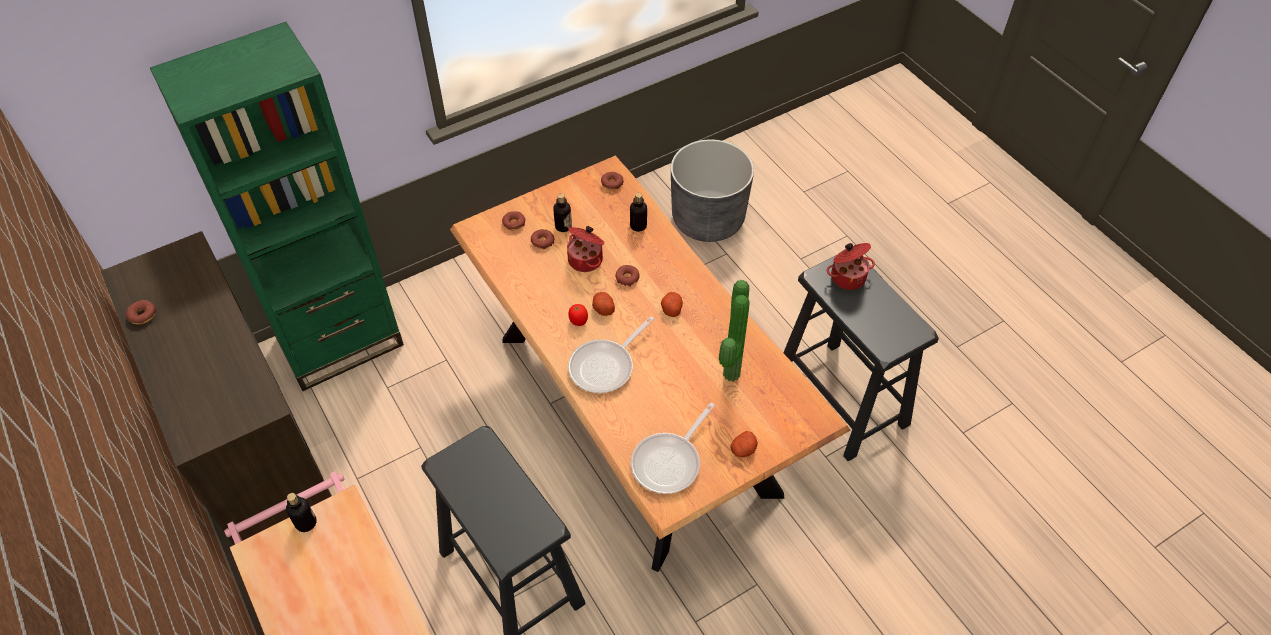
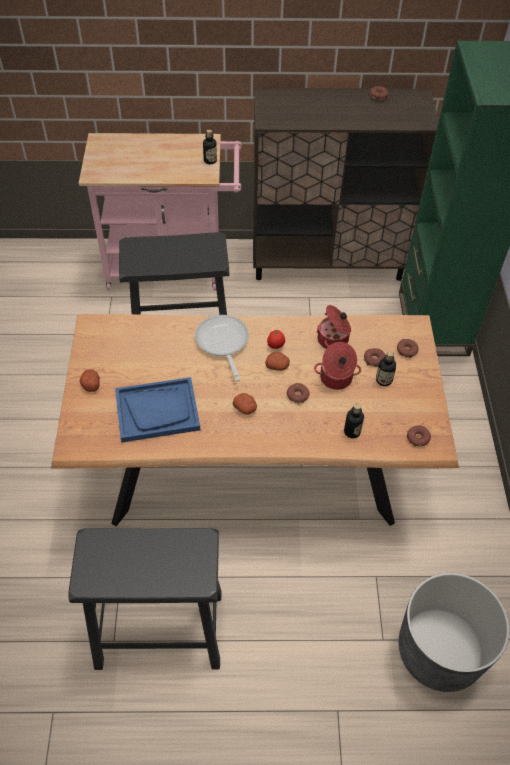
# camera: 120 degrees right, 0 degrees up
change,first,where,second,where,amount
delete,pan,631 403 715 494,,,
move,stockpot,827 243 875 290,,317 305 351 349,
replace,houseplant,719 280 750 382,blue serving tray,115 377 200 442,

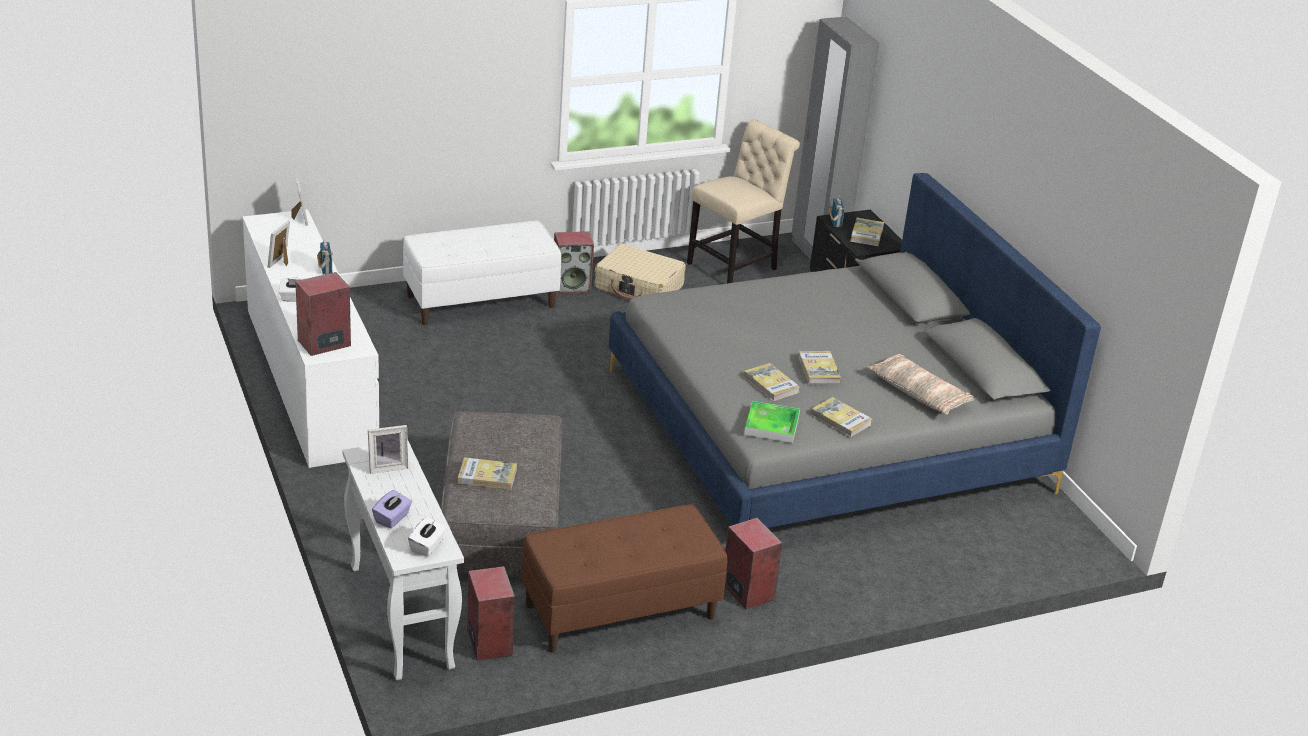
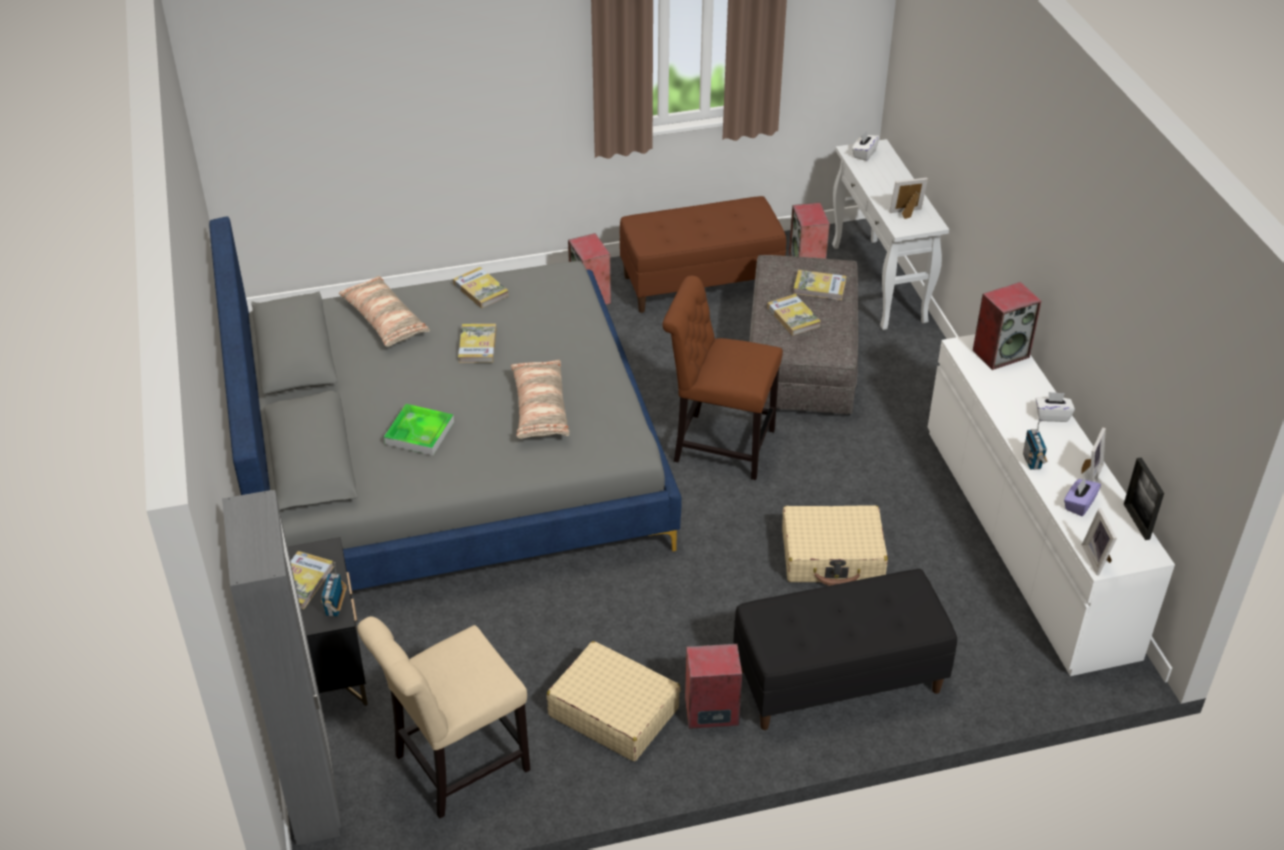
# camera: 170 degrees left, 10 degrees up
change,first,where,second,where,amount
insert,,,throw pillow,511 360 570 439,
insert,,,brown-coloured chair,663 276 783 480,
insert,,,sand-coloured travel case,782 505 888 586,
insert,,,photo frame,1124 457 1164 540,
move,purple box of tissues,372 490 412 529,,1064 478 1101 516,
move,book,743 363 800 401,,767 294 821 336,
move,serving tray,744 401 800 443,,384 404 454 456,
recolor,white-coloured indoor bench,403 221 561 325,black-coloured indoor bench,733 569 957 730,

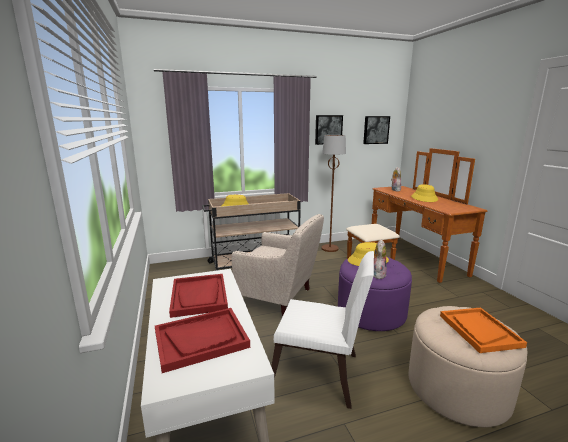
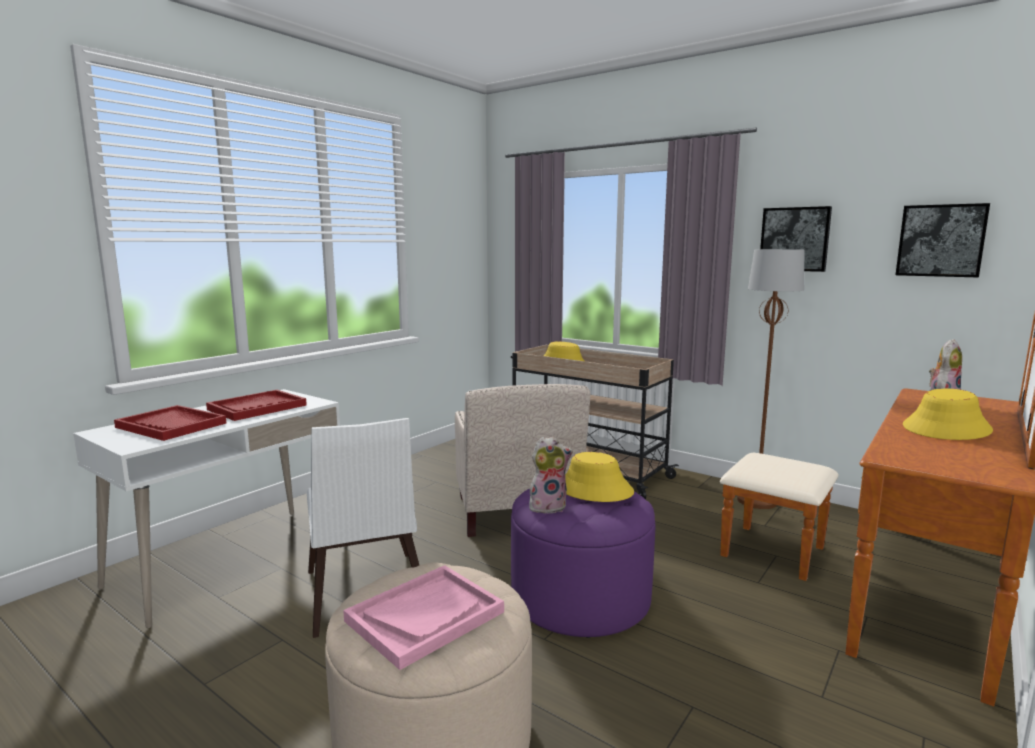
# camera: 55 degrees right, 5 degrees down
change,first,where,second,where,amount
recolor,orange-coloured serving tray,440 308 527 353,pink-coloured serving tray,343 565 504 670,

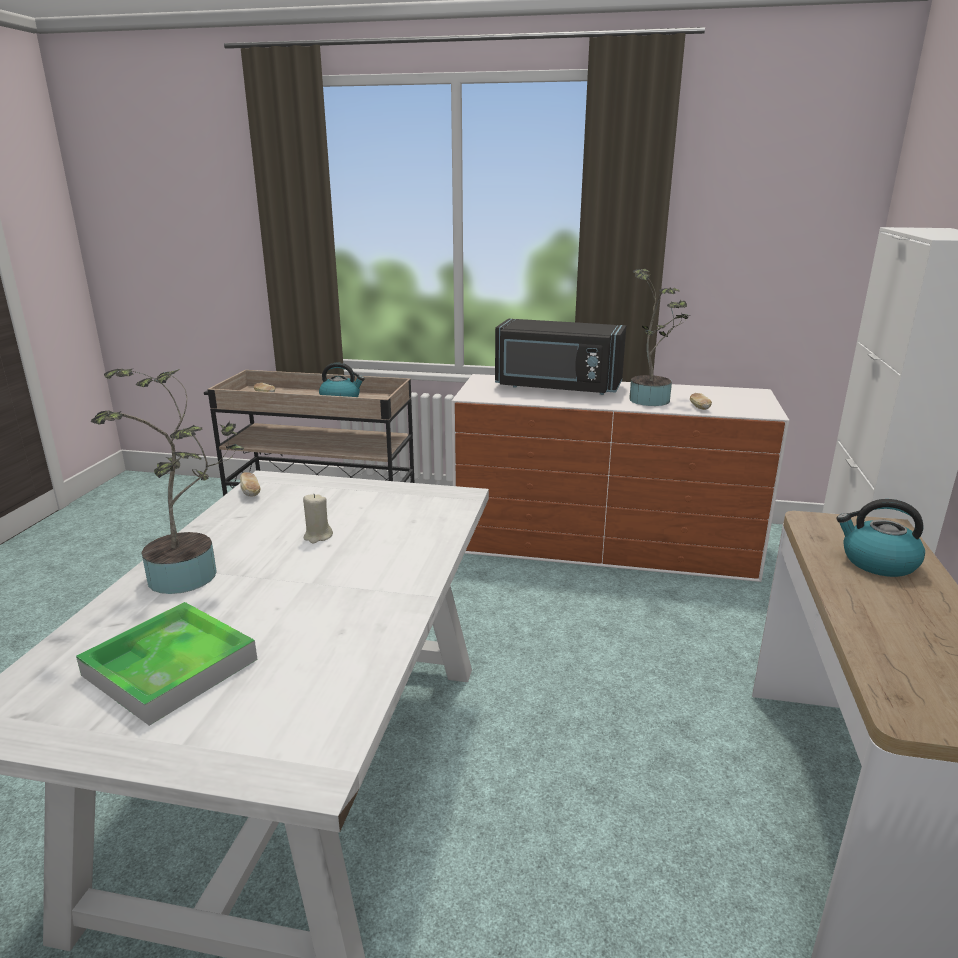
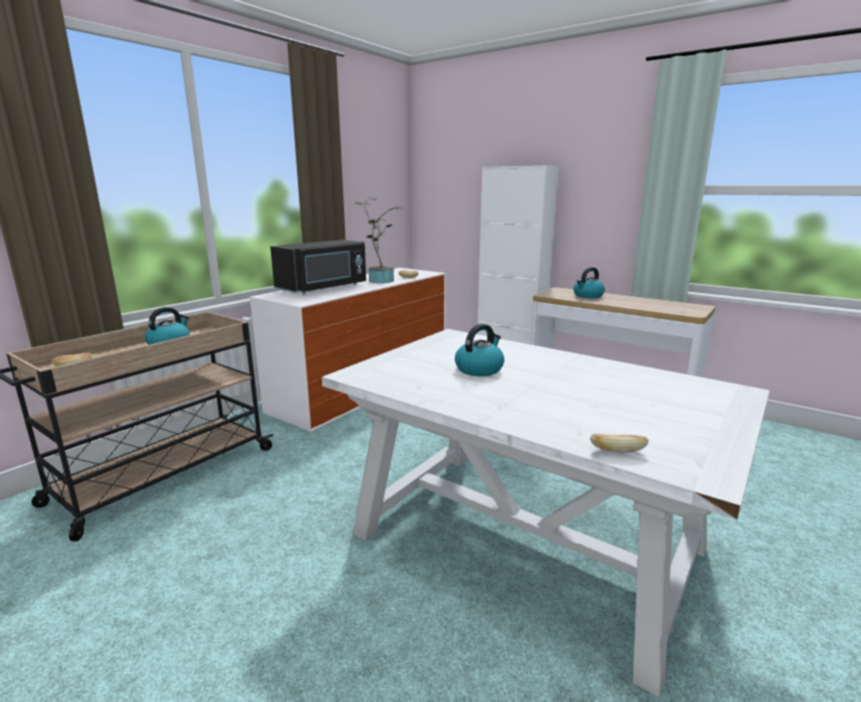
# camera: 65 degrees left, 5 degrees down
change,first,where,second,where,amount
delete,serving tray,76 602 258 726,,,
delete,houseplant,91 369 244 594,,,
move,baked bread,240 472 260 496,,590 434 649 453,
replace,sand-coloured wax candle,303 494 333 543,tea kettle,455 324 504 376,

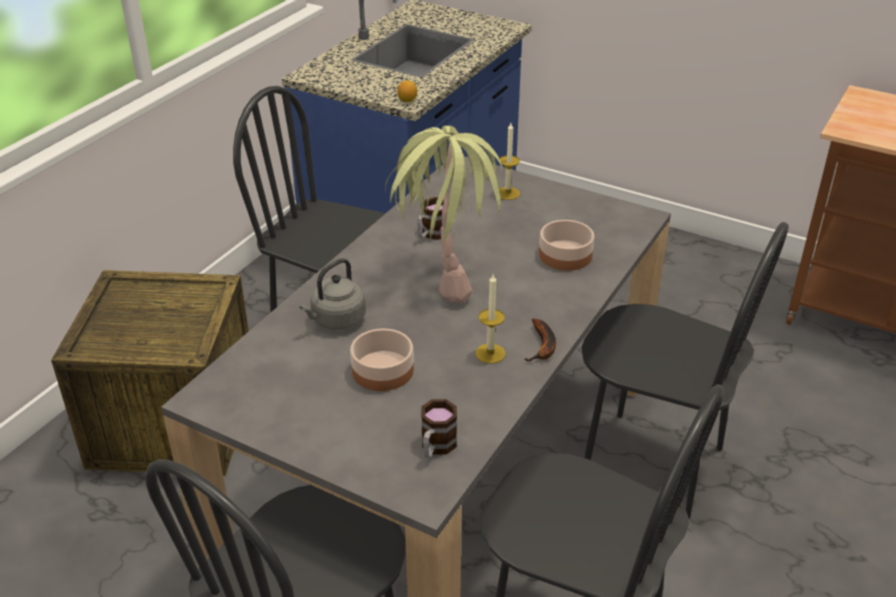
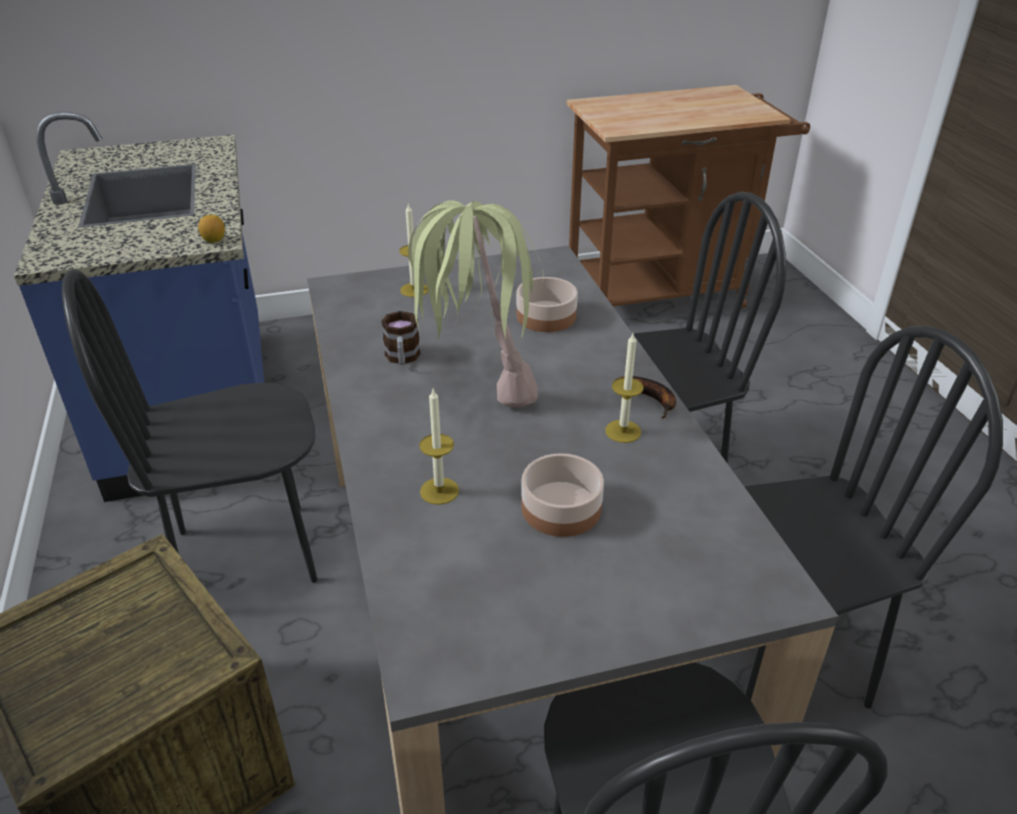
# camera: 45 degrees left, 0 degrees up
change,first,where,second,where,amount
delete,coffee mug,421 399 457 458,,,
replace,gray tea kettle,299 258 366 330,wax candle,419 389 459 505,

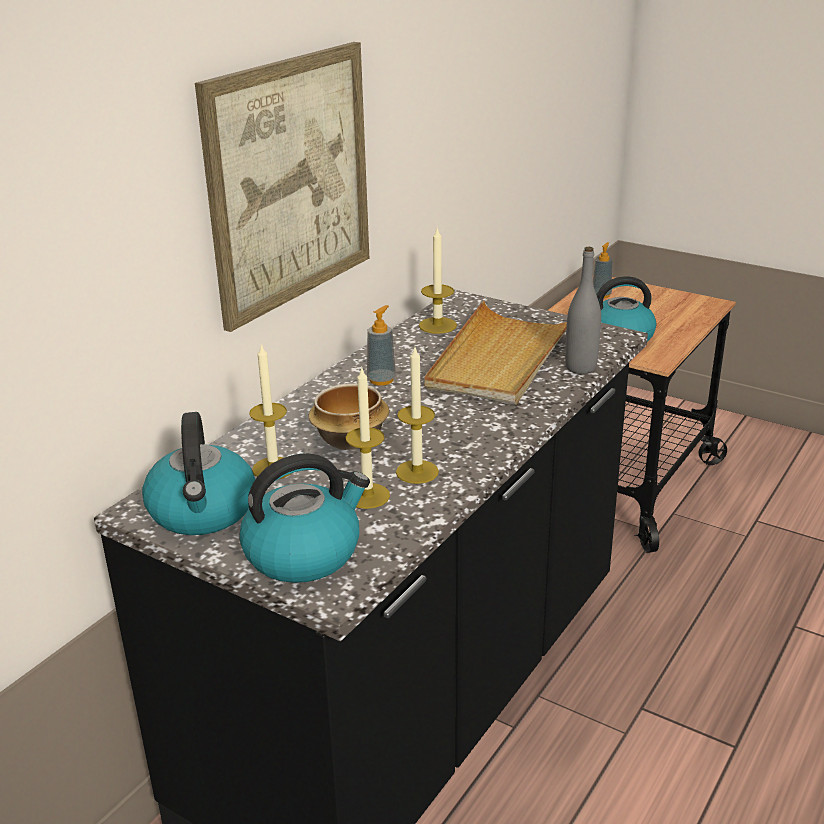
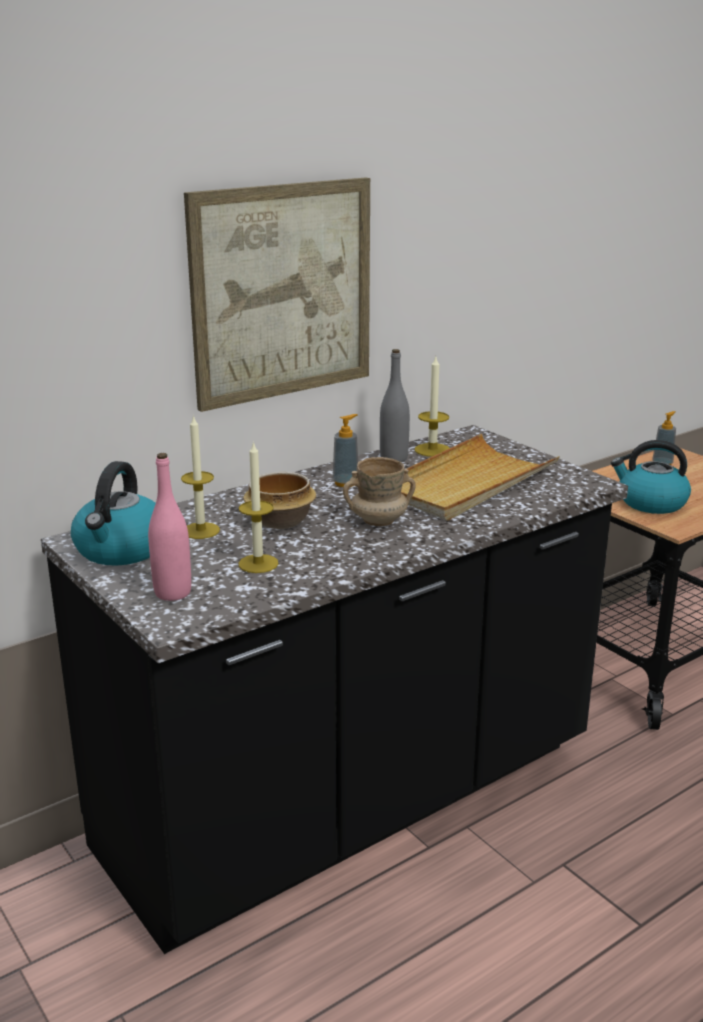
# camera: 20 degrees right, 5 degrees down
change,first,where,second,where,amount
delete,wax candle,396 345 439 484,,,
insert,,,sand-coloured coffee mug,343 457 416 526,
move,gray drink bottle,565 247 601 374,,380 349 410 462,
replace,tea kettle,239 453 370 583,pink-coloured drink bottle,148 453 191 601,

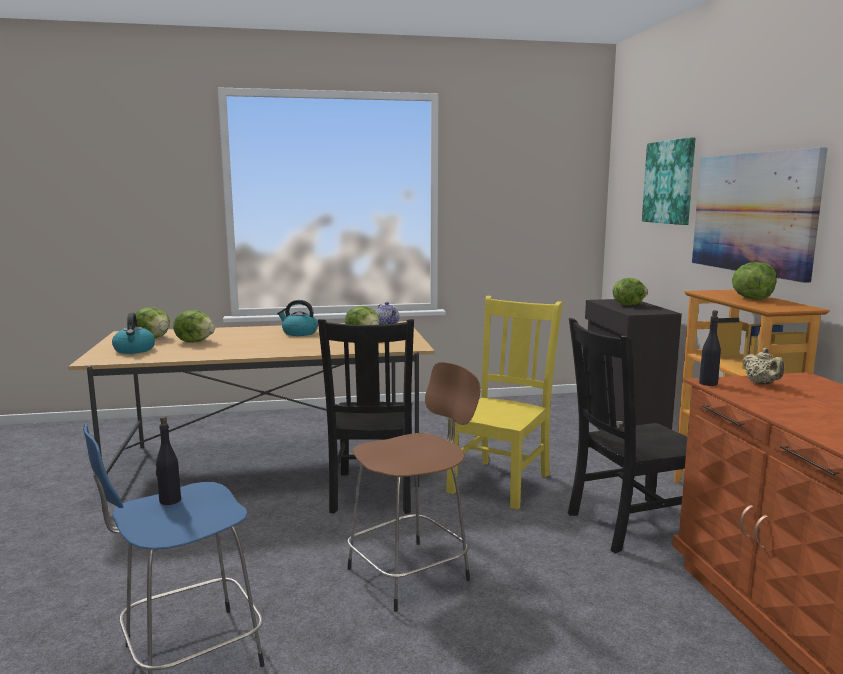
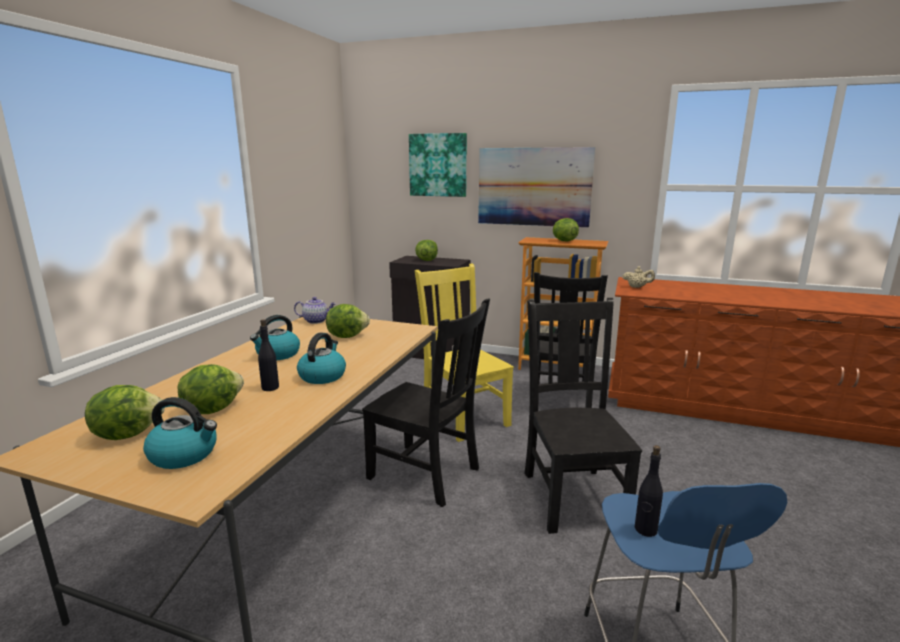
# camera: 60 degrees left, 5 degrees up
change,first,where,second,where,amount
insert,,,tea kettle,297 333 346 384,
move,black-coloured drink bottle,699 310 721 386,,258 319 279 391,
replace,brown-coloured stool seat,347 362 481 612,black-coloured chair,525 298 642 534,

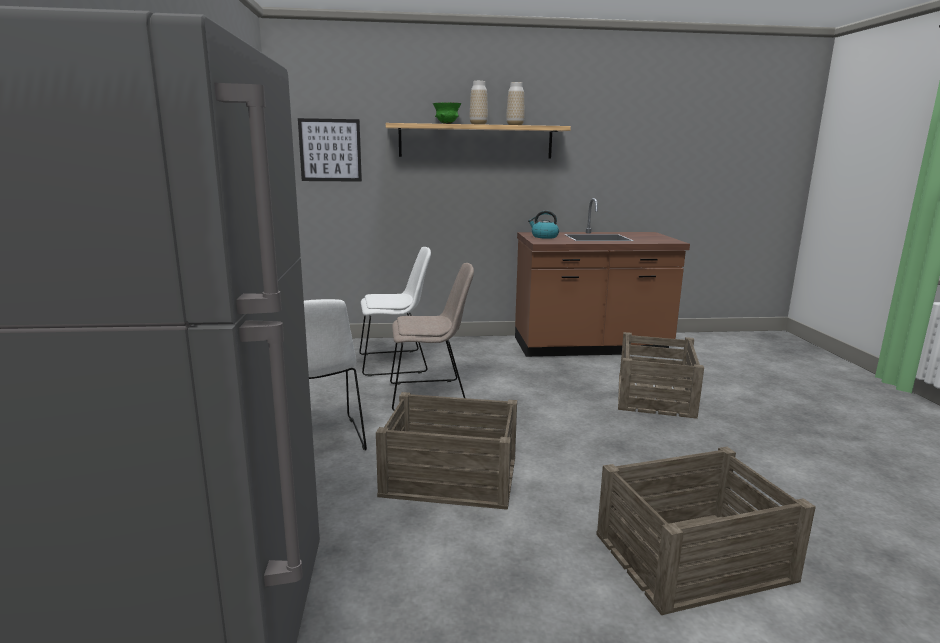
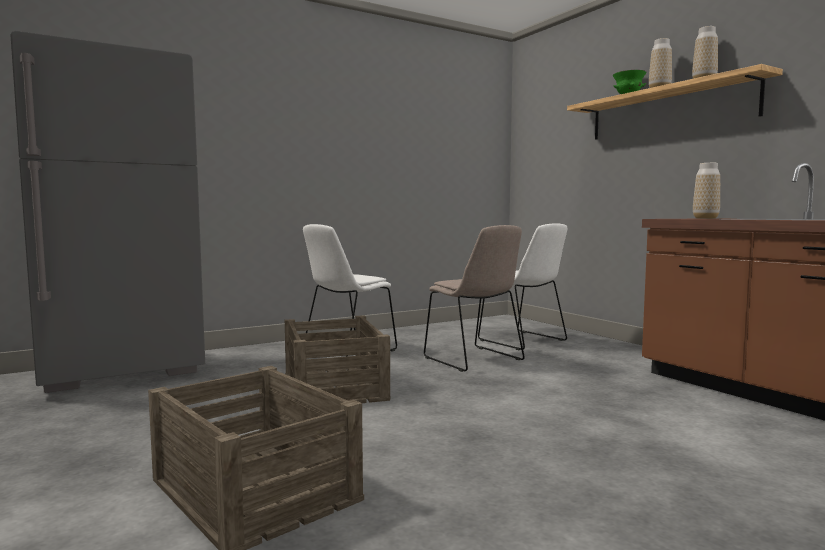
# camera: 65 degrees right, 10 degrees down
change,first,where,second,where,amount
delete,picture,298 118 362 182,,,
delete,shipping crate,618 332 704 419,,,
replace,tea kettle,528 211 559 239,decorative vase,693 163 720 219,

